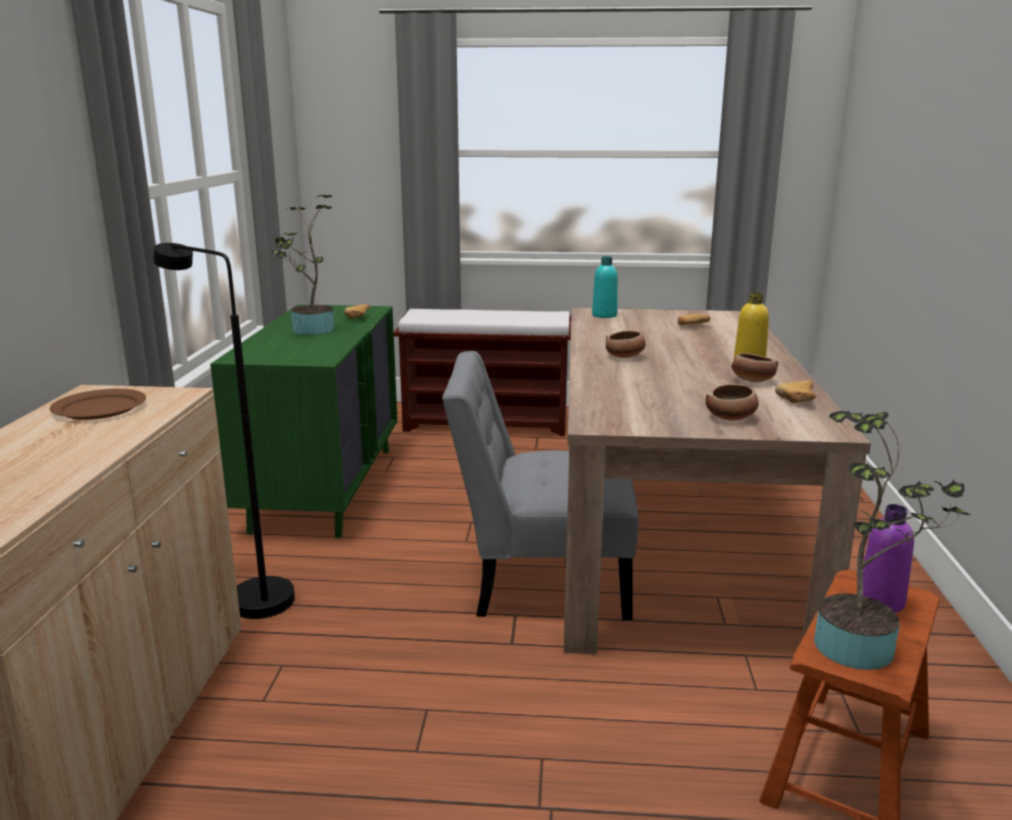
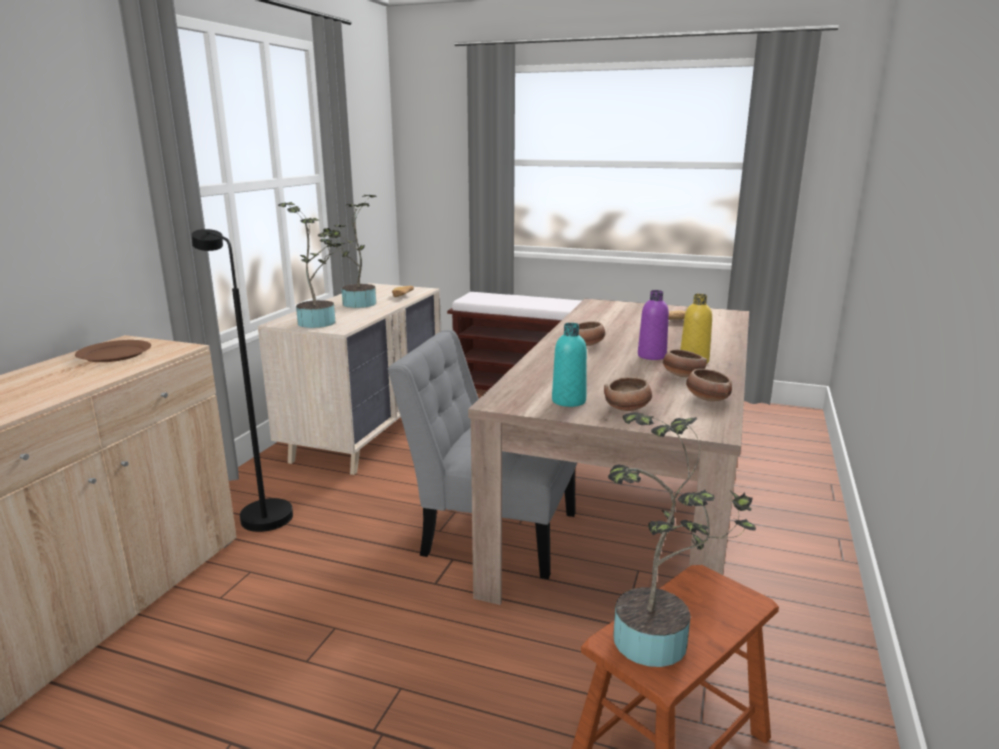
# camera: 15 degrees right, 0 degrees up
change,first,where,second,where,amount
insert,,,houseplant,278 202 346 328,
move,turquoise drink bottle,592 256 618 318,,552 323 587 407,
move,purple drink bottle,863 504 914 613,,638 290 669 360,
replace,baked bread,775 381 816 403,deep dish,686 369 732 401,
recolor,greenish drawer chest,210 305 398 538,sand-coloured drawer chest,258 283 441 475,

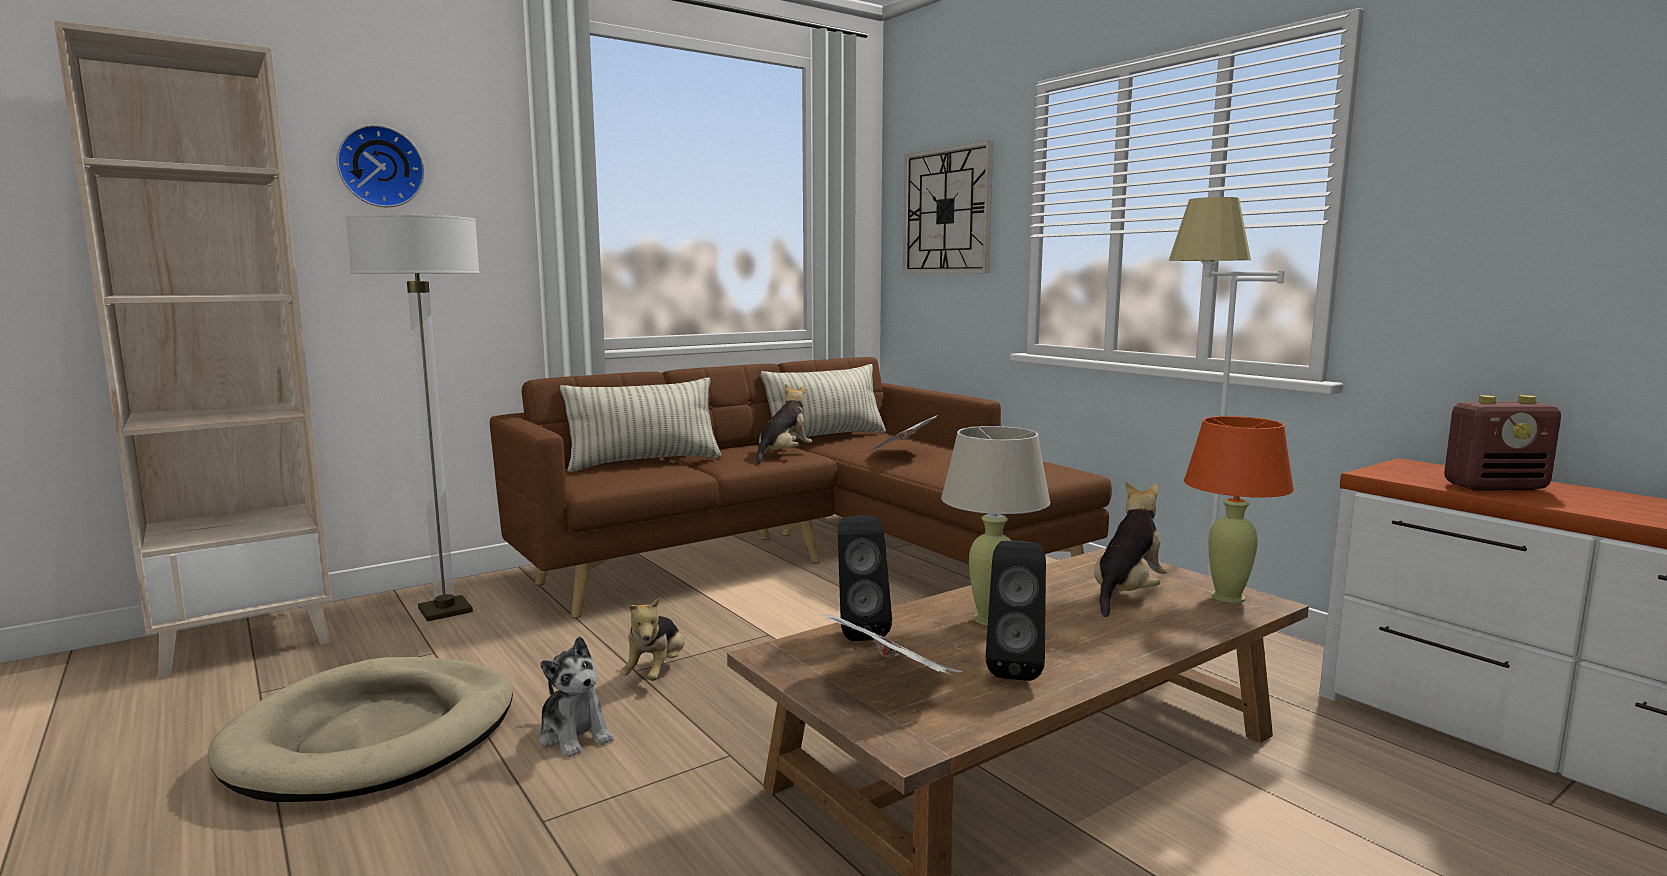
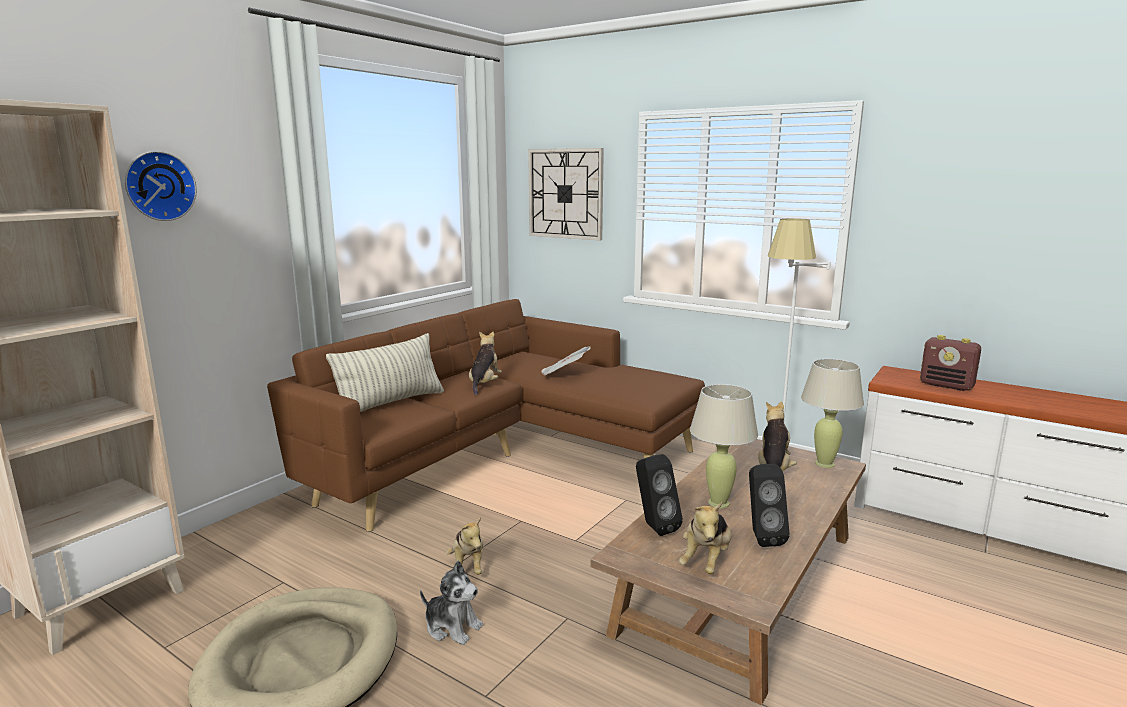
# camera: 20 degrees left, 5 degrees up
change,first,where,second,where,amount
delete,standing lamp,345 214 480 621,,,
delete,throw pillow,761 364 886 439,,,
replace,newspaper,820 614 963 675,soft toy,679 502 732 574,
recolor,orange-coloured lamp for a table,1184 416 1294 603,sand-coloured lamp for a table,801 359 864 468,
rotate,radio,1444 395 1561 490,,920 335 981 391,60 degrees clockwise

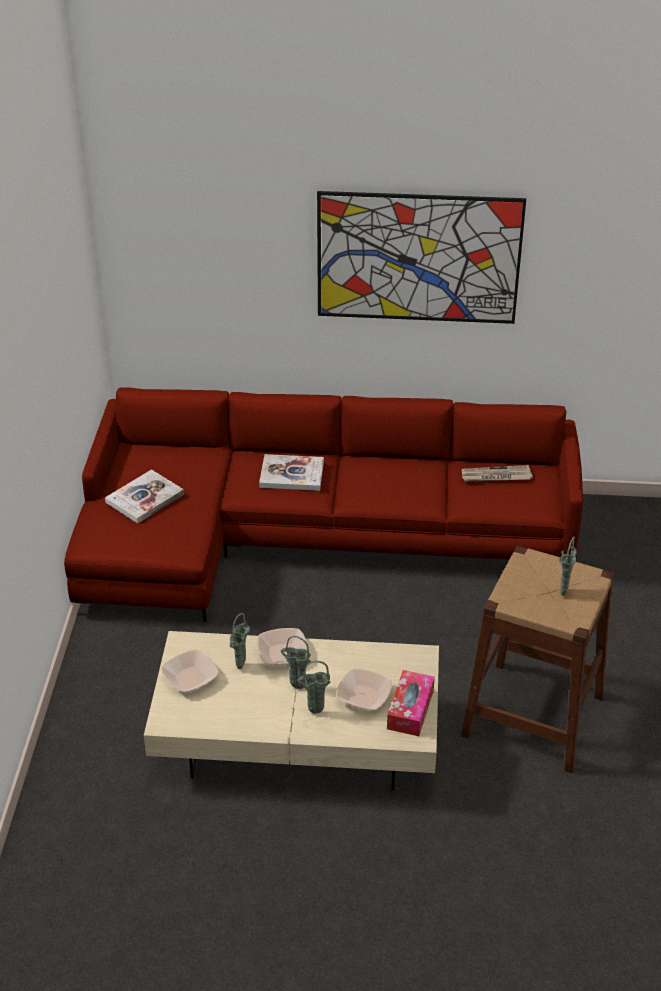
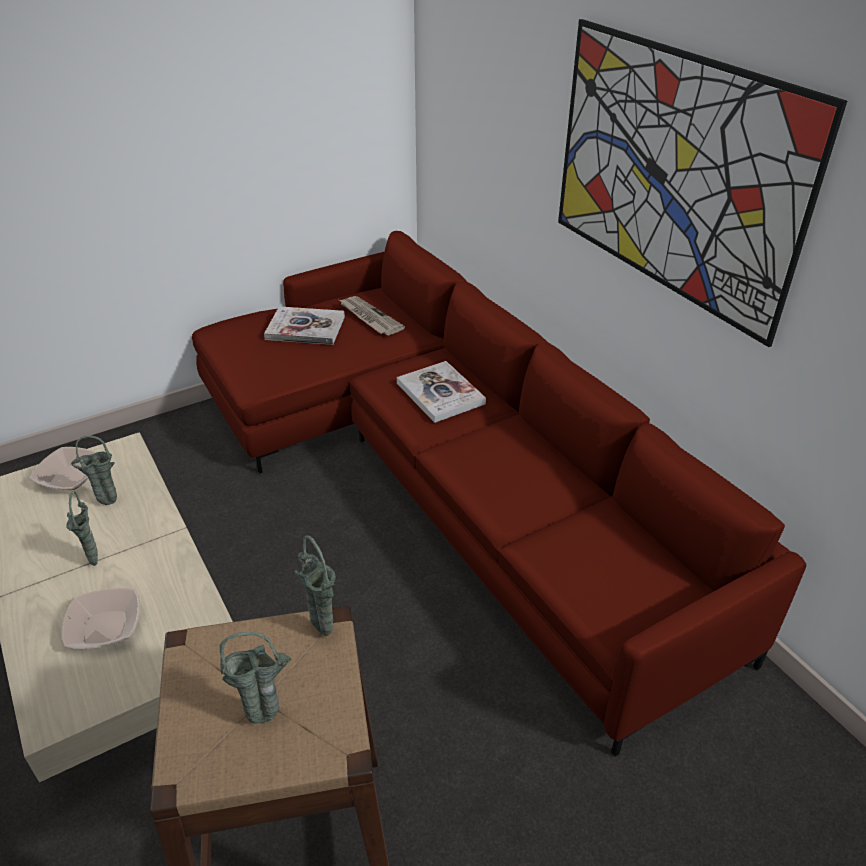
# camera: 55 degrees right, 0 degrees up
change,first,where,second,where,amount
delete,deep dish,257 628 307 665,,,
delete,box of tissues,387 670 435 736,,,
move,greenish decorative vase,297 661 330 714,,294 535 335 636,
move,newspaper,462 465 533 482,,339 296 405 335,

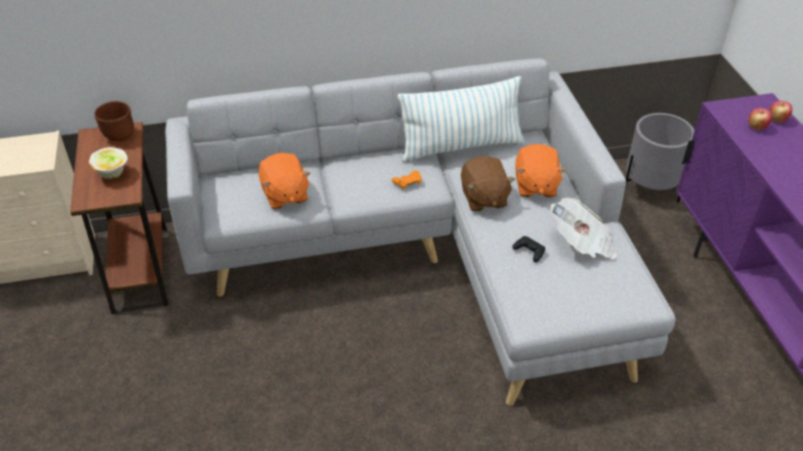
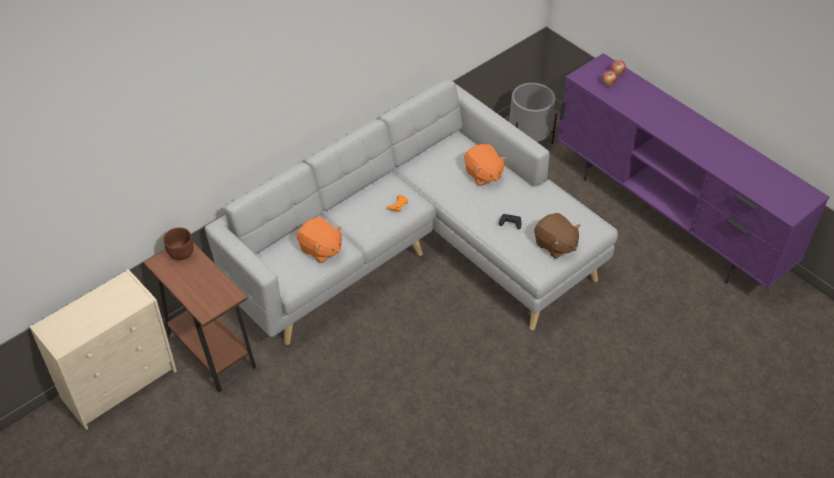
# camera: 30 degrees left, 5 degrees up
change,first,where,second,where,amount
delete,deep dish,89 147 128 179,,,
delete,throw pillow,398 76 524 163,,,
delete,newspaper,550 198 617 259,,,
move,brown-coloured soft toy,461 156 515 212,,534 213 581 259,

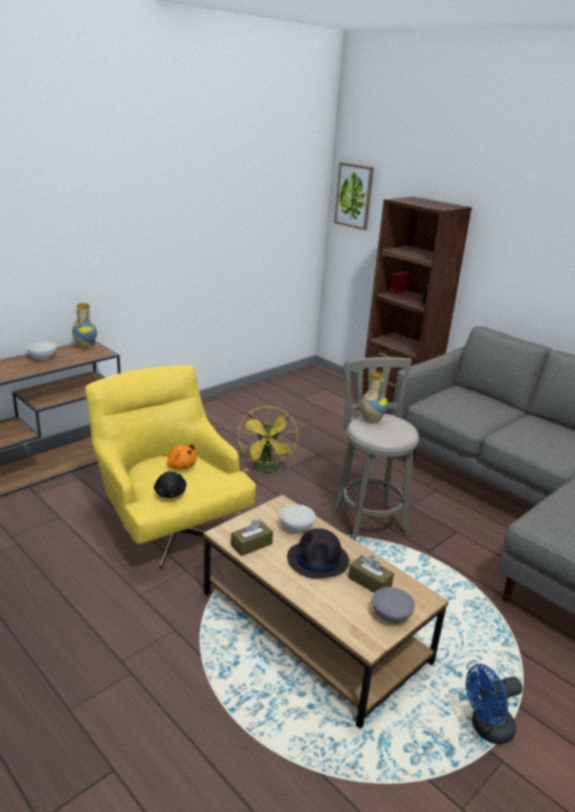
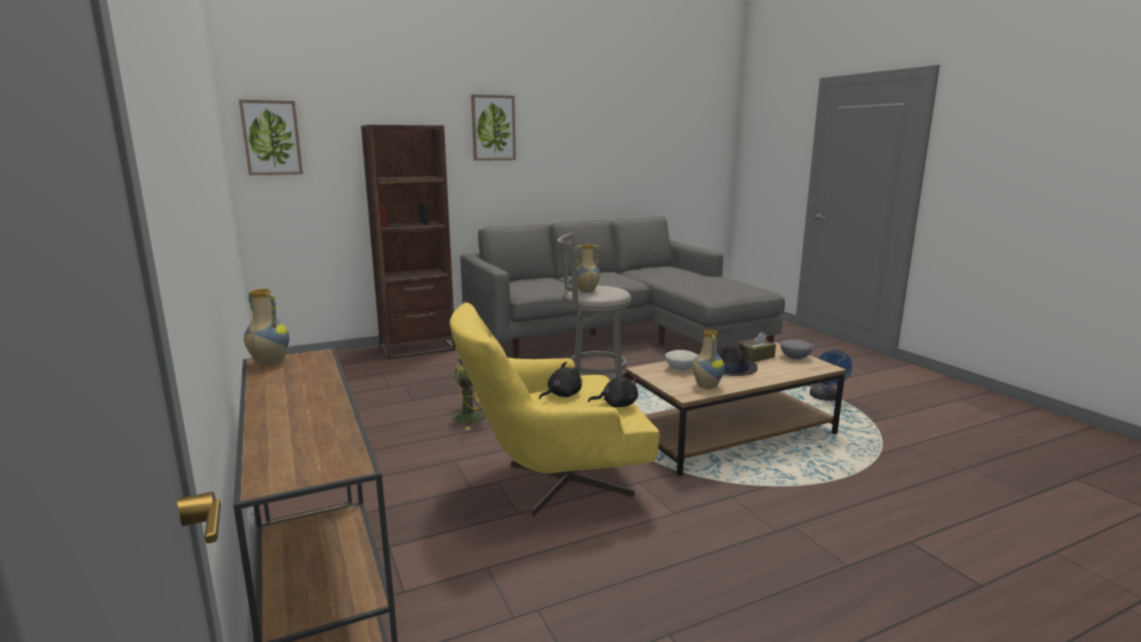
# camera: 70 degrees left, 10 degrees down
change,first,where,second,where,amount
delete,white-coloured deep dish,26 341 57 361,,,
insert,,,picture,471 94 516 161,
replace,brown-coloured box of tissues,231 519 273 556,decorative vase,692 329 725 389,
recolor,orange-coloured soft toy,163 444 196 470,black-coloured soft toy,539 362 582 399,

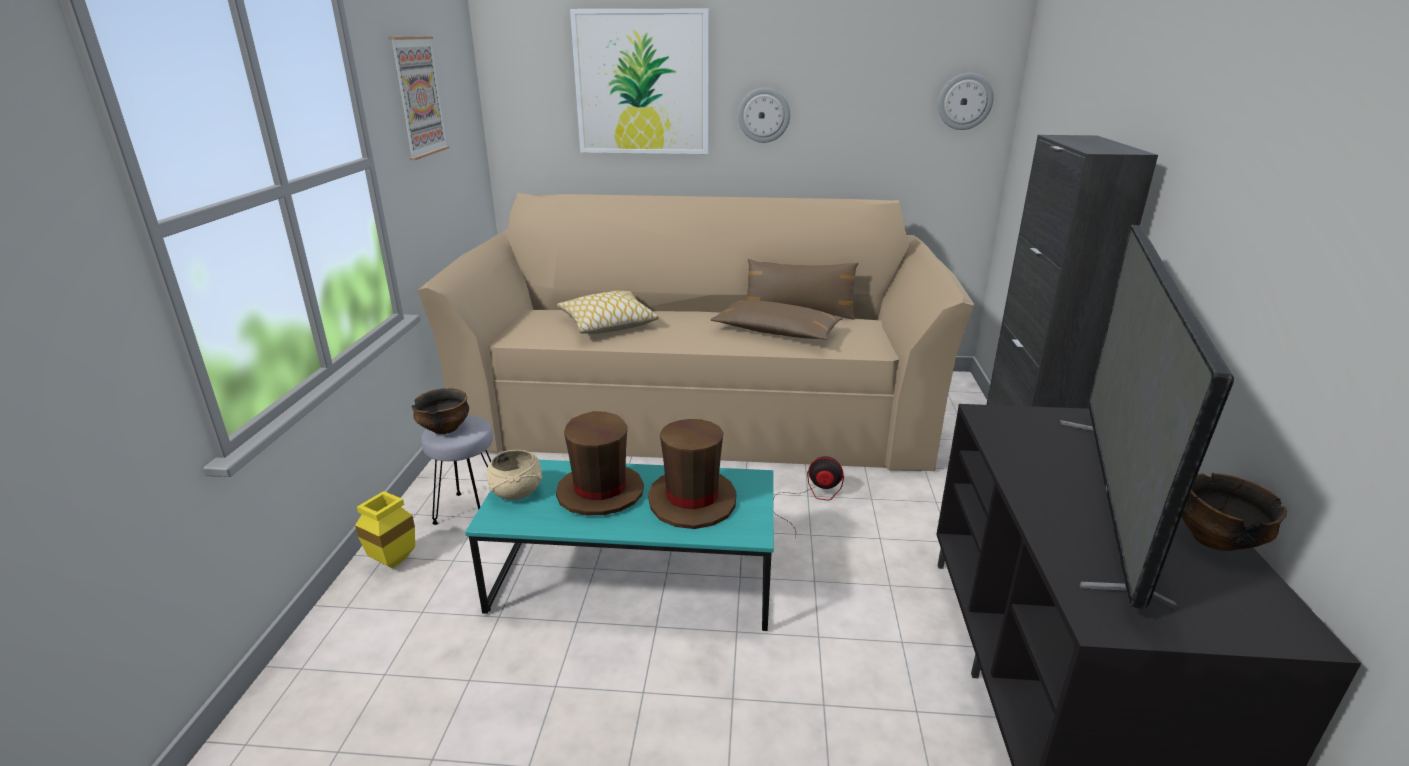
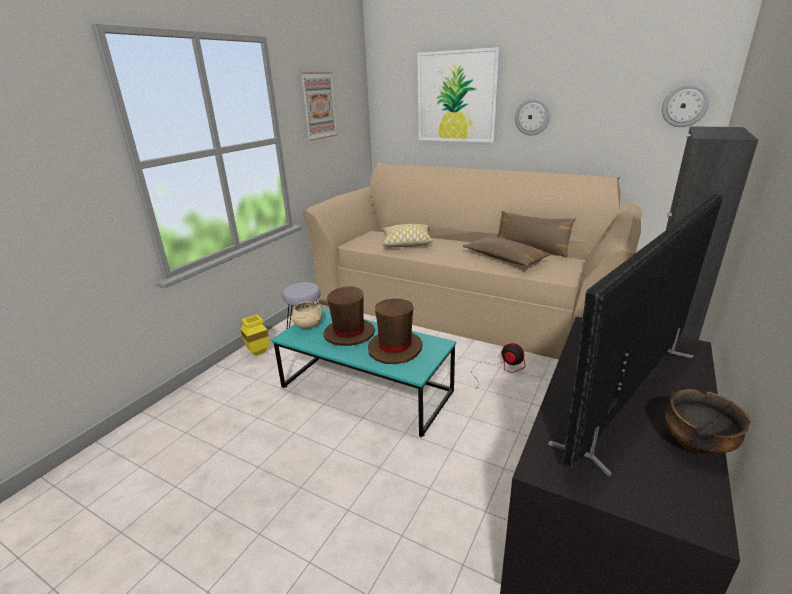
# camera: 25 degrees right, 0 degrees up
change,first,where,second,where,amount
delete,deep dish,412 388 469 434,,,

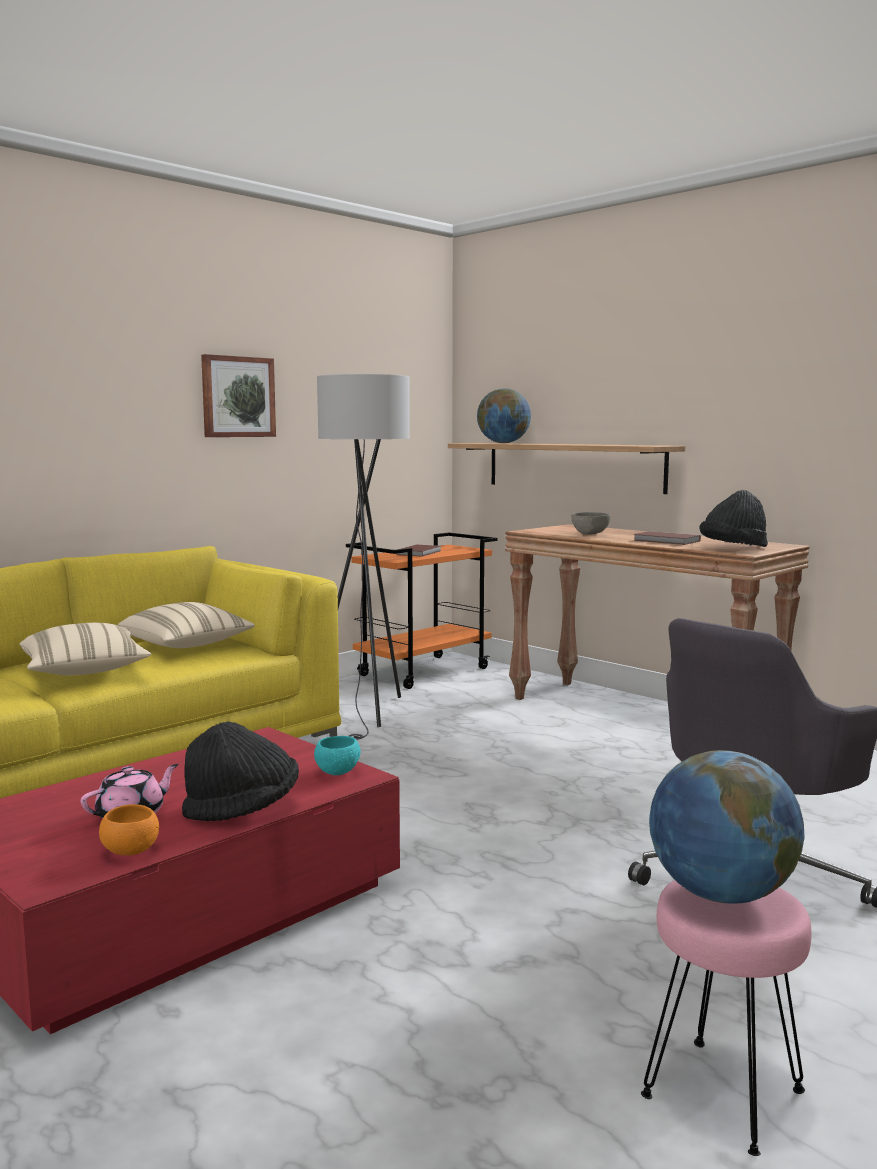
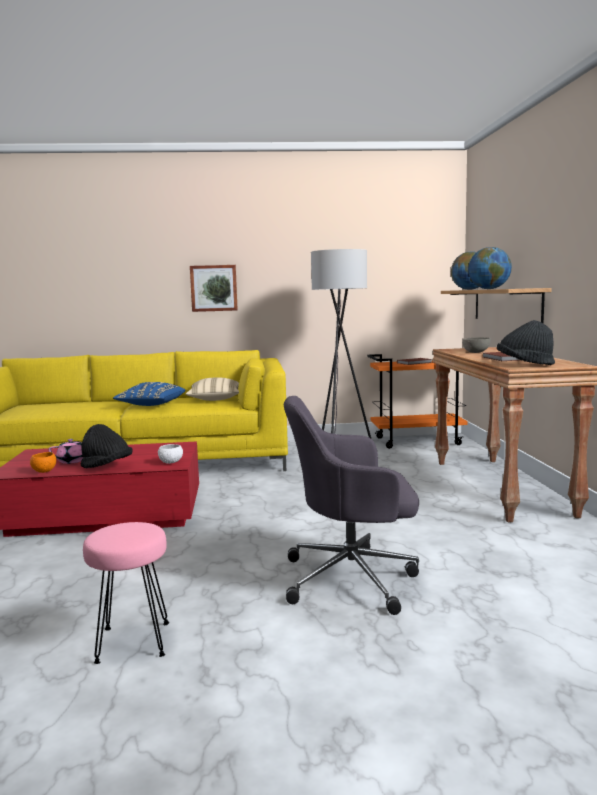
# camera: 40 degrees right, 0 degrees up
change,first,where,second,where,amount
move,picture,201 354 276 437,,190 265 238 312,
move,globe,649 750 804 904,,468 247 512 289,
recolor,sand-coloured throw pillow,20 623 151 675,blue throw pillow,113 382 185 406,
recolor,turquoise deep dish,314 736 361 775,white-coloured deep dish,158 444 183 464,

